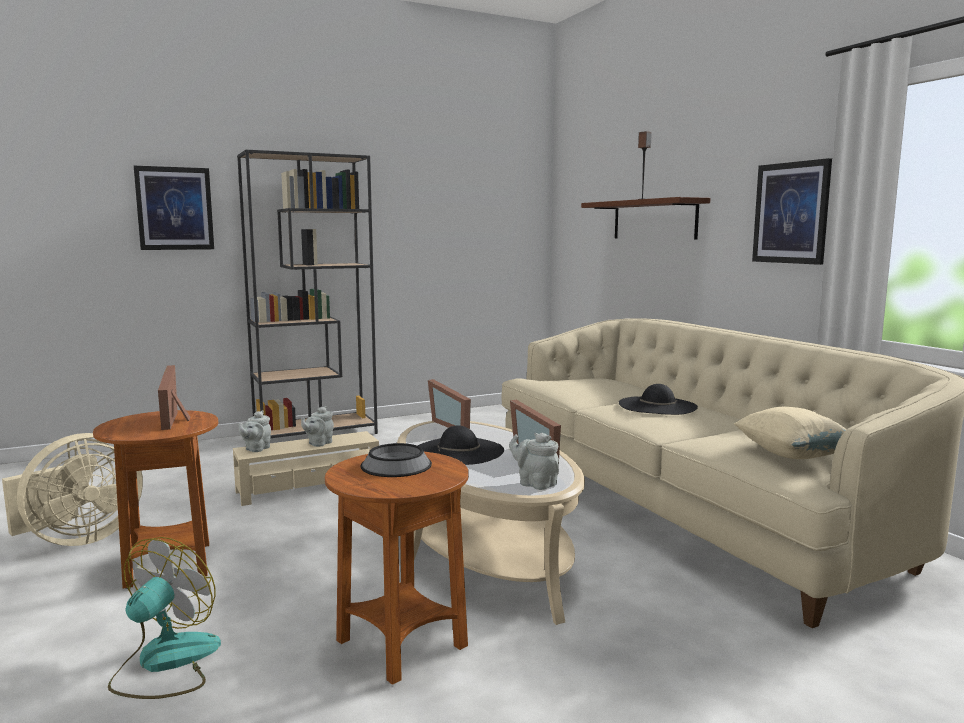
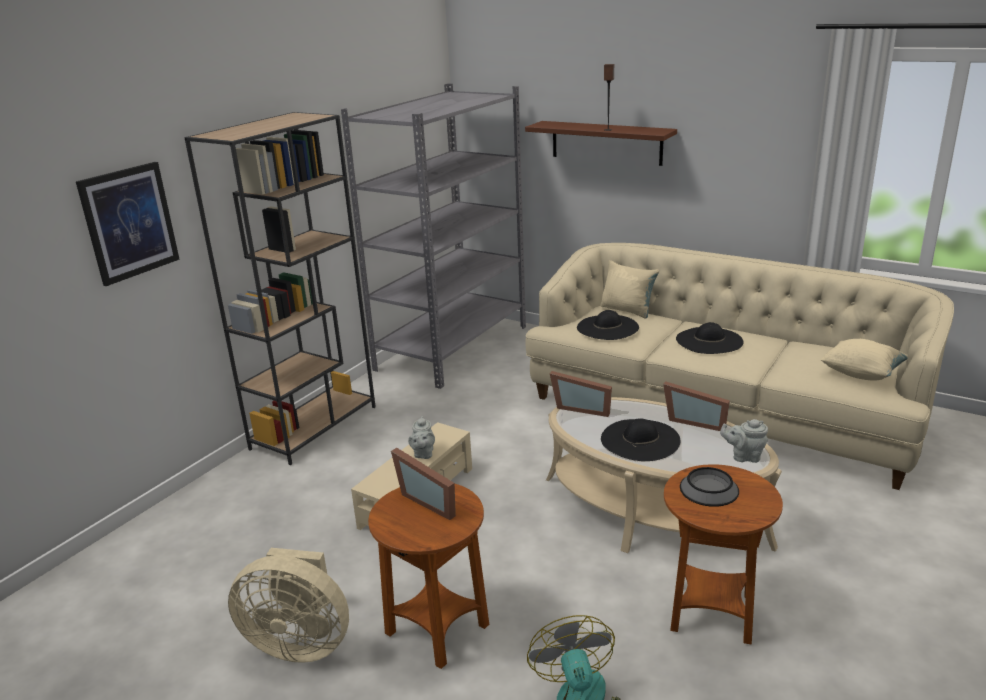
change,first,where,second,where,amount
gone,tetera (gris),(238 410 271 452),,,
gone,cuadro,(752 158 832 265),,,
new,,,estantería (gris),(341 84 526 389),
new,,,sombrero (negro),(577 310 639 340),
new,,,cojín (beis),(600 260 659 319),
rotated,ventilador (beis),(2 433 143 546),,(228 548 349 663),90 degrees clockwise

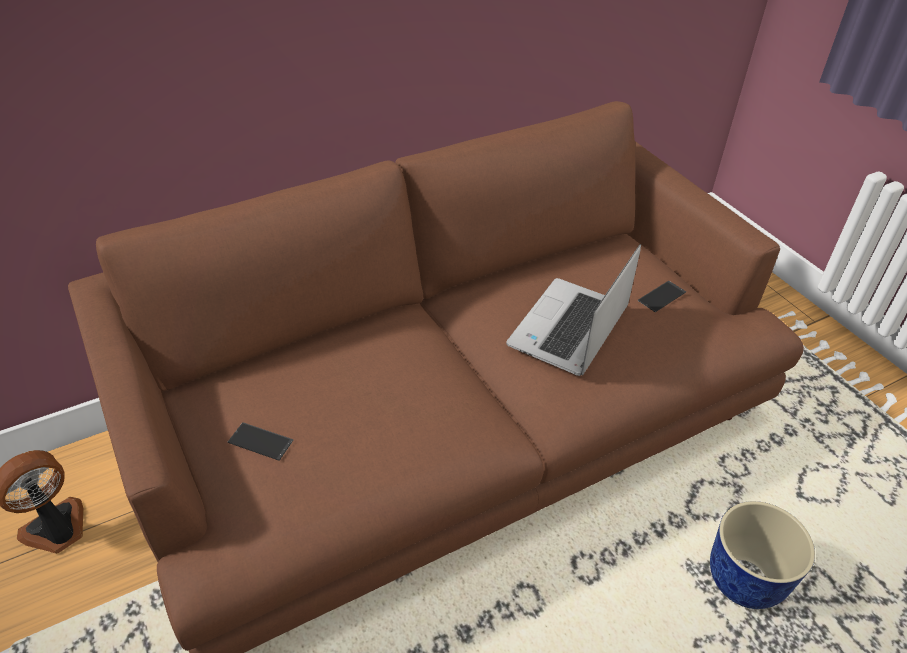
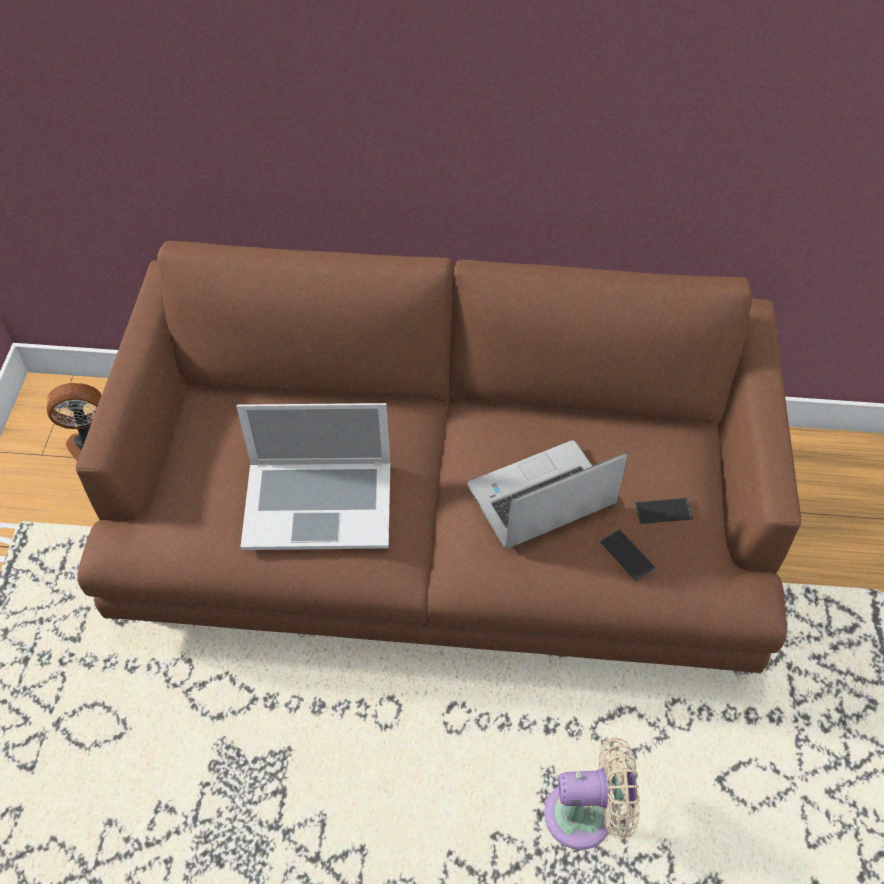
change,first,where,second,where,amount
new,,,portátil,(236 403 390 550),
shifted,móvil,(228 422 293 461),,(600 529 656 581),
swapped,maceta,(710 501 815 609),ventilador (beis),(544 737 640 850),

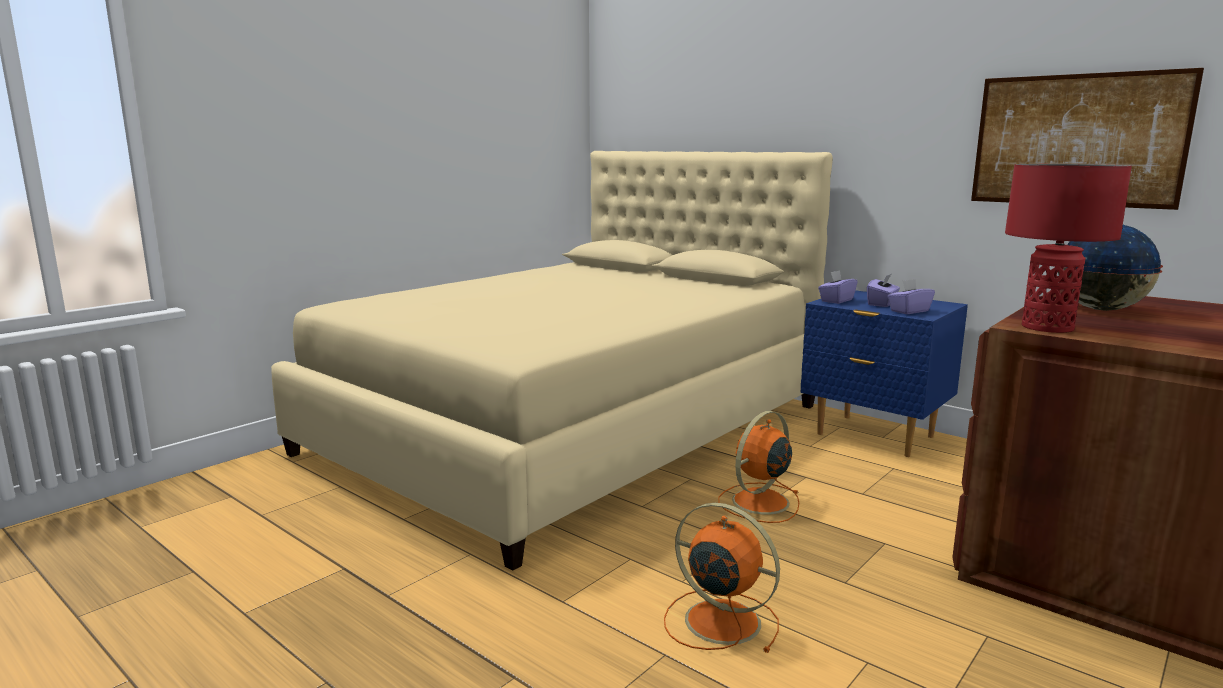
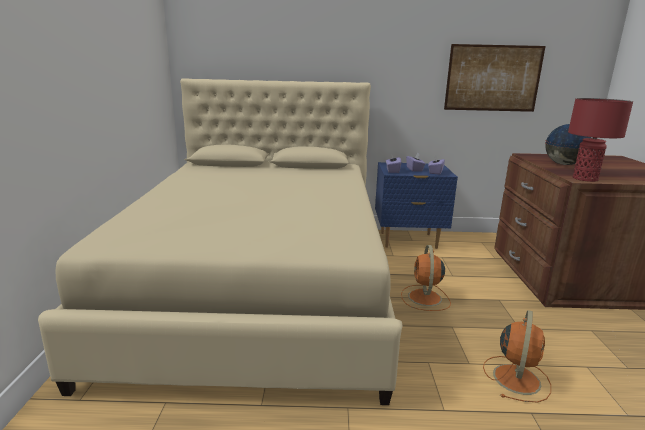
change,first,where,second,where,amount
rotated,ventilador (naranja),(664 503 780 653),,(483 310 551 403),120 degrees clockwise

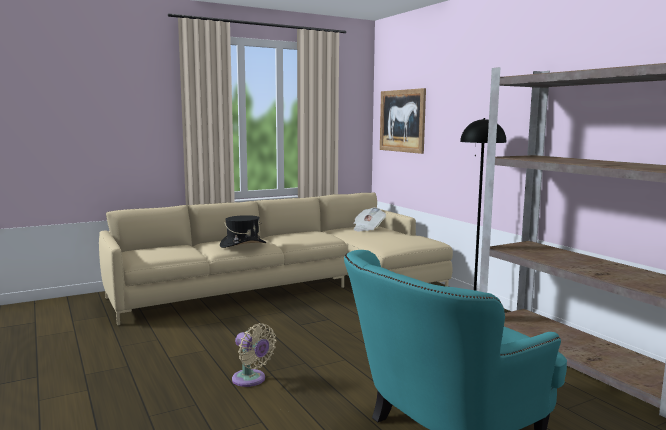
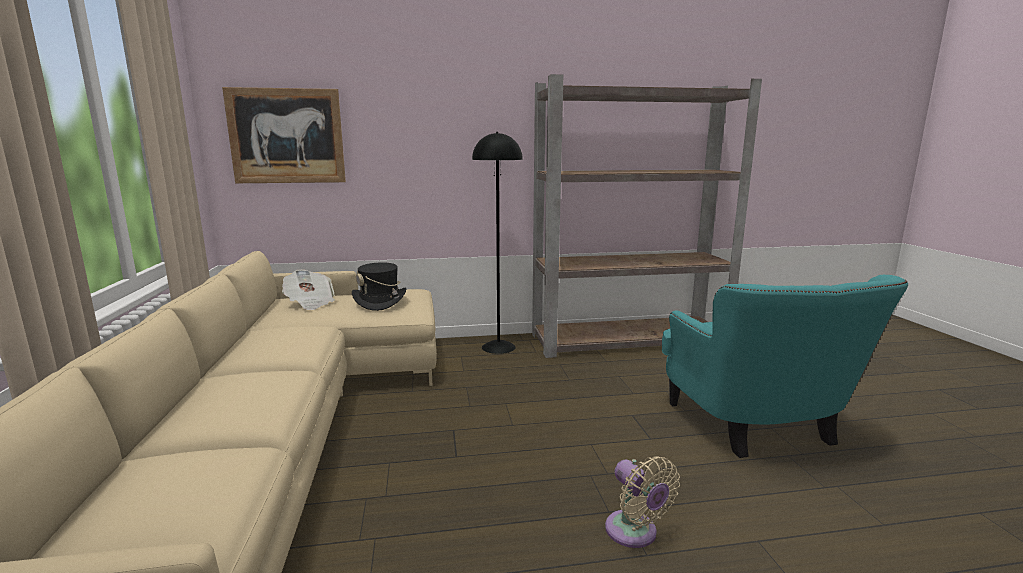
change,first,where,second,where,amount
shifted,sombrero (negro),(220 215 266 248),,(352 262 406 311),
rotated,ventilador (beis),(232 323 276 387),,(605 456 680 548),90 degrees clockwise

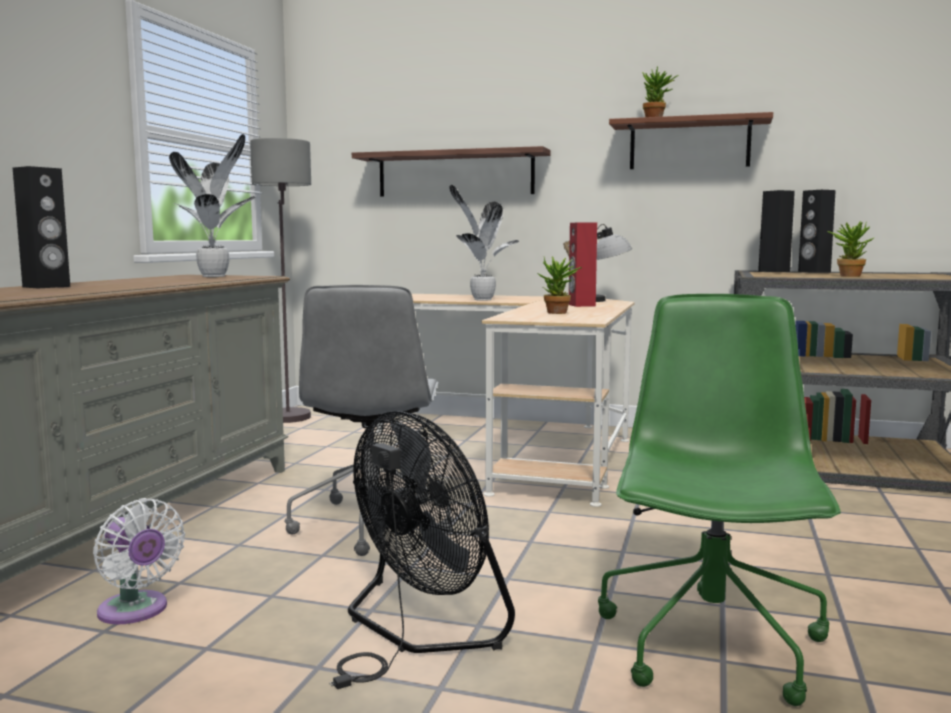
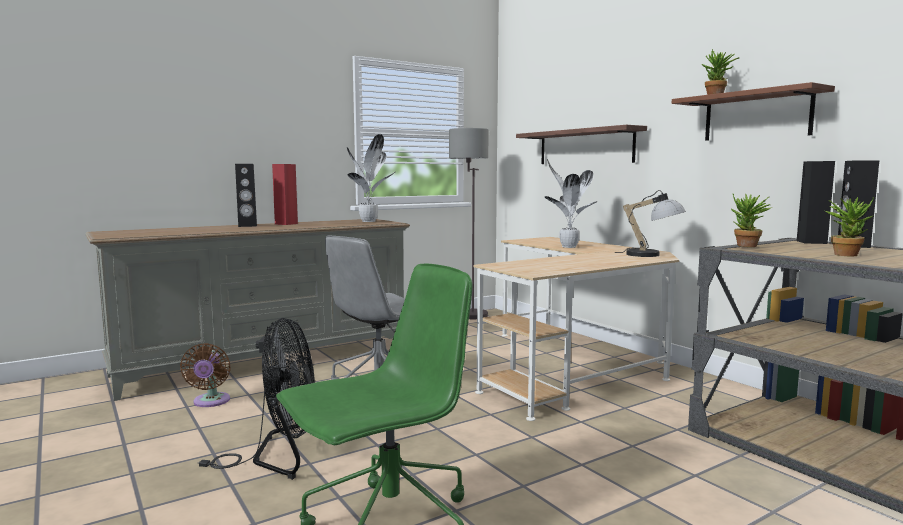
change,first,where,second,where,amount
shifted,planta en maceta,(538 257 582 314),,(730 194 773 247),
shifted,altavoz (rojo),(569 222 597 307),,(272 164 298 225),
repainted,ventilador (blanco),(93 498 185 624),ventilador (marrón),(180 343 231 407),

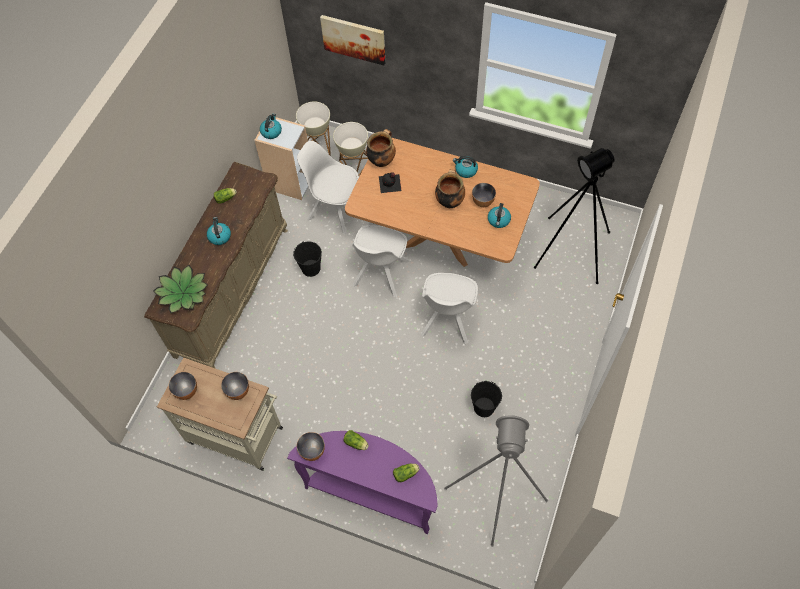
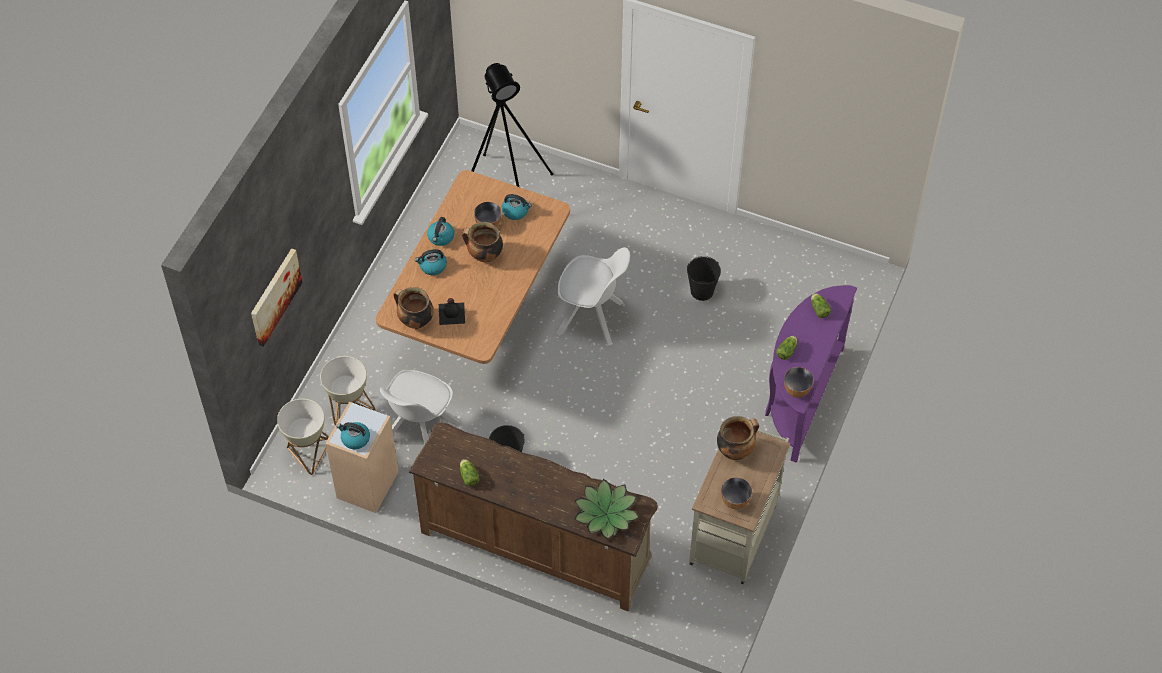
change,first,where,second,where,amount
gone,silla (blanco),(352 225 409 297),,,
gone,lámpara de pie (gris),(444 415 548 547),,,
shifted,hervidor,(207 217 231 245),,(415 249 447 275),
swapped,cuenco,(221 372 249 400),olla,(717 416 759 460),

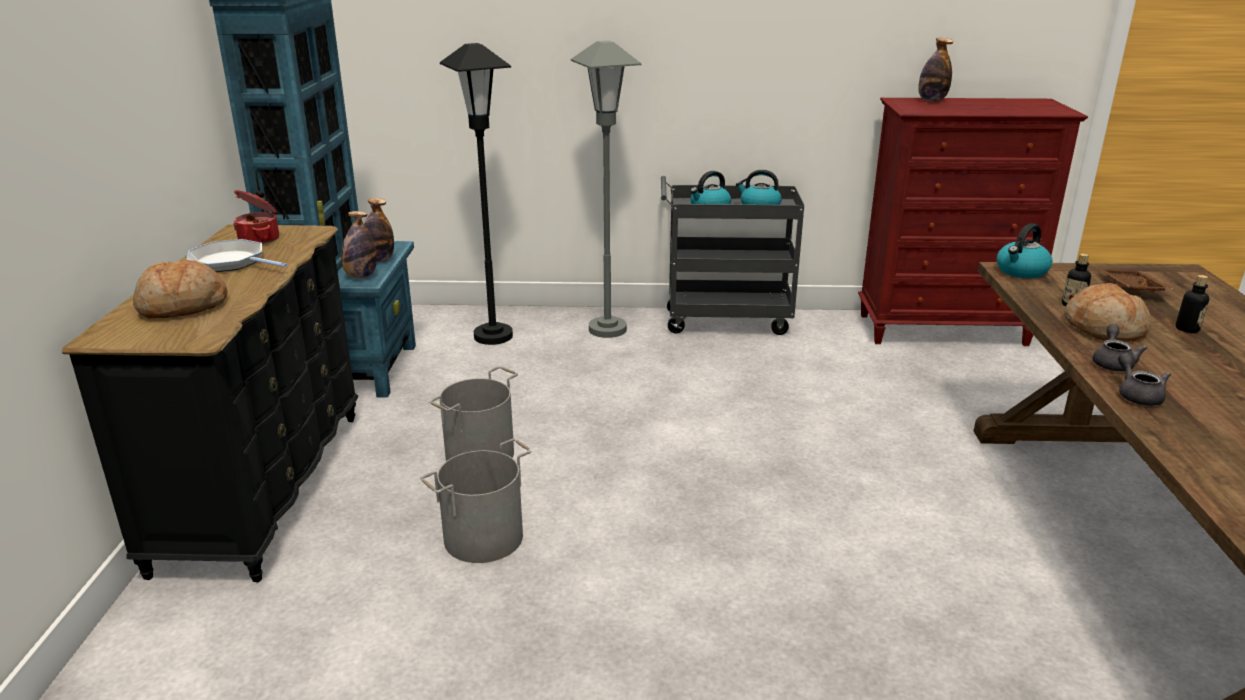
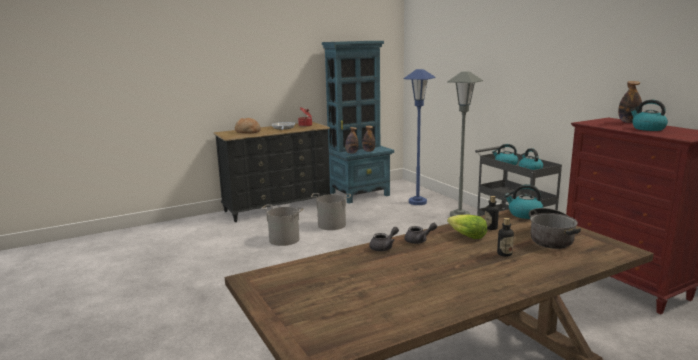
change,first,where,second,where,amount
new,,,hervidor,(630 100 668 131),
swapped,pan,(1064 283 1152 342),lechuga,(447 215 487 239),
swapped,bandeja (marrón),(1100 269 1174 292),olla,(529 208 581 249),
repainted,lámpara de pie (negro),(440 43 513 345),lámpara de pie (azul),(403 69 436 205),

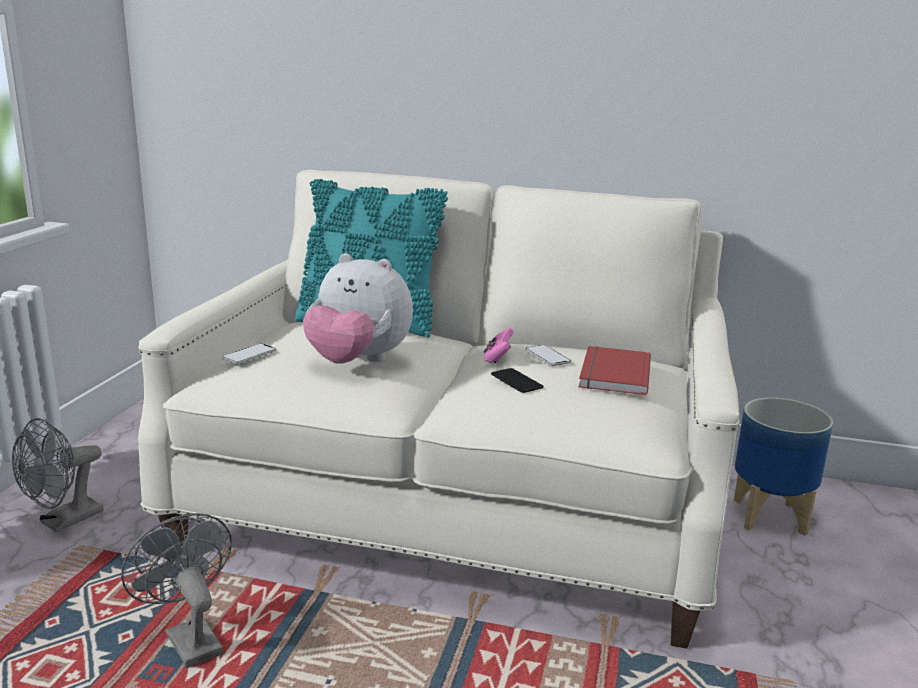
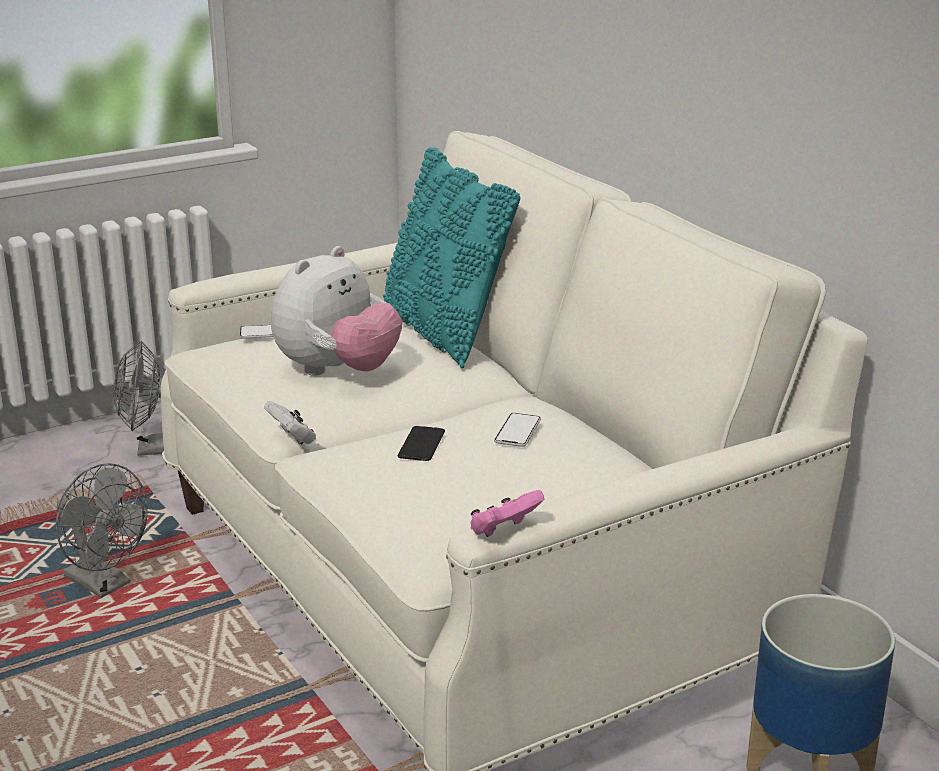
change,first,where,second,where,amount
gone,libro (rojo),(579 346 651 395),,,
new,,,mando de consola (blanco),(264 401 316 445),
shifted,mando de consola (rosa),(484 328 514 363),,(471 490 545 537),
rotated,ventilador (gris),(121 513 232 668),,(56 463 148 598),120 degrees clockwise
rotated,peluche,(303 253 413 364),,(271 246 402 376),120 degrees counterclockwise

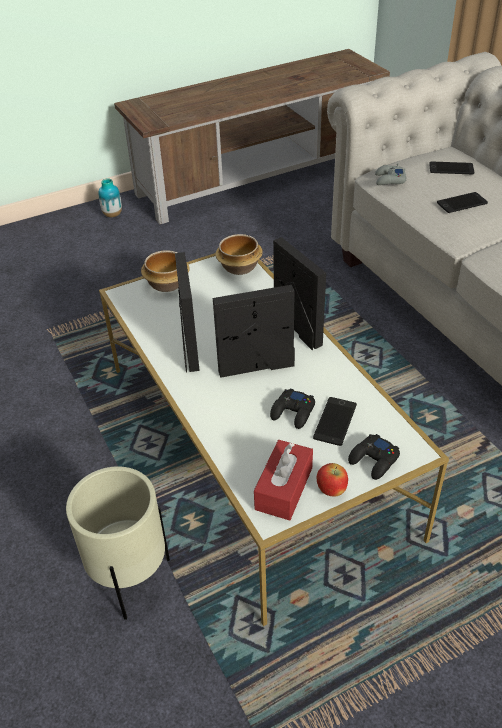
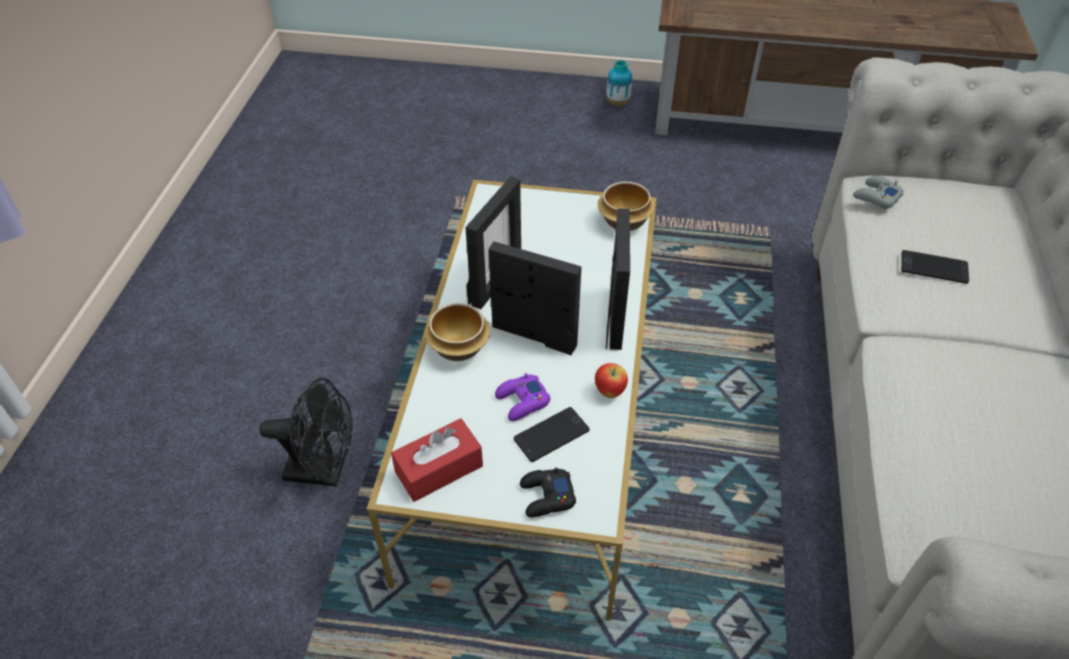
change,first,where,second,where,amount
gone,móvil,(429 162 474 175),,,
shifted,cuenco,(141 250 190 292),,(424 303 490 361),
shifted,manzana,(317 463 348 496),,(595 363 628 398),
swapped,maceta (beis),(66 466 170 620),ventilador (negro),(259 378 352 486),
repainted,mando de consola (negro),(270 388 315 429),mando de consola (morado),(495 373 550 421),

